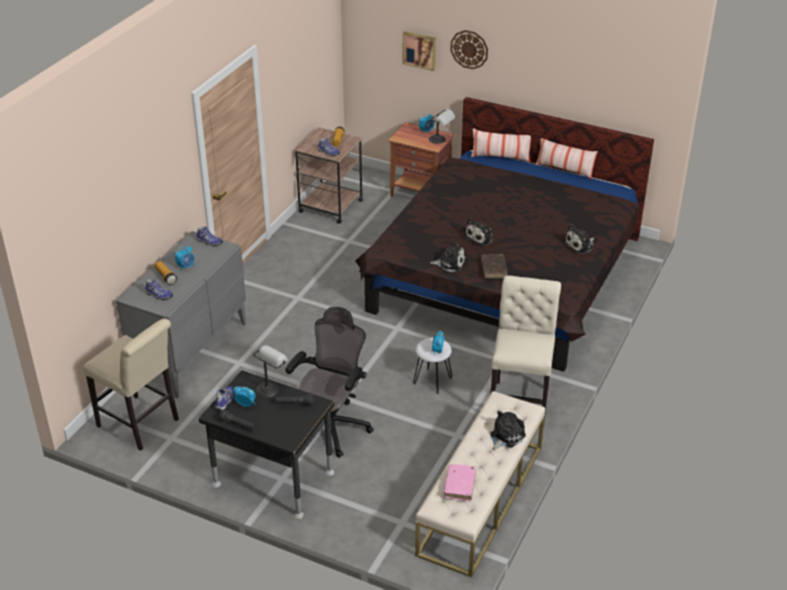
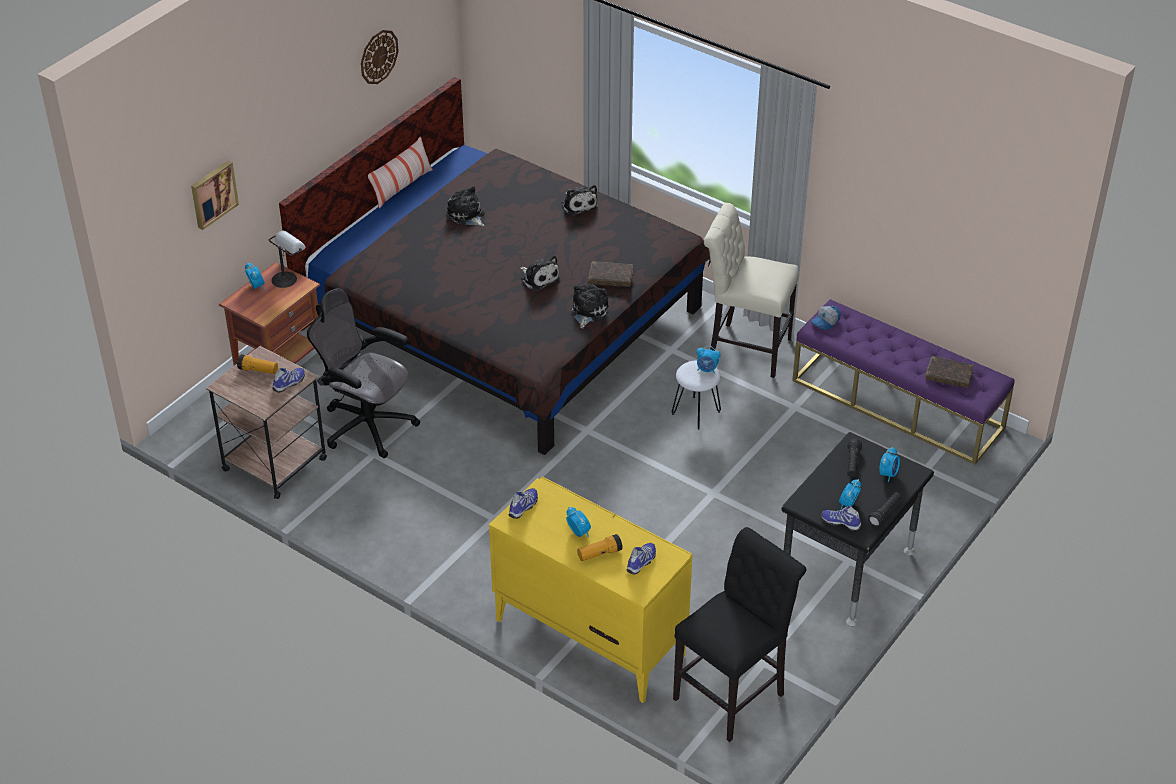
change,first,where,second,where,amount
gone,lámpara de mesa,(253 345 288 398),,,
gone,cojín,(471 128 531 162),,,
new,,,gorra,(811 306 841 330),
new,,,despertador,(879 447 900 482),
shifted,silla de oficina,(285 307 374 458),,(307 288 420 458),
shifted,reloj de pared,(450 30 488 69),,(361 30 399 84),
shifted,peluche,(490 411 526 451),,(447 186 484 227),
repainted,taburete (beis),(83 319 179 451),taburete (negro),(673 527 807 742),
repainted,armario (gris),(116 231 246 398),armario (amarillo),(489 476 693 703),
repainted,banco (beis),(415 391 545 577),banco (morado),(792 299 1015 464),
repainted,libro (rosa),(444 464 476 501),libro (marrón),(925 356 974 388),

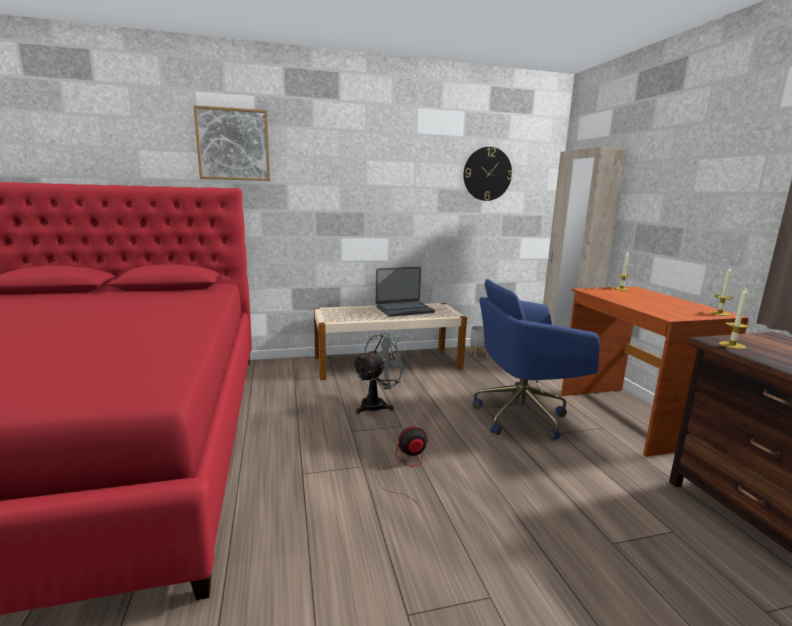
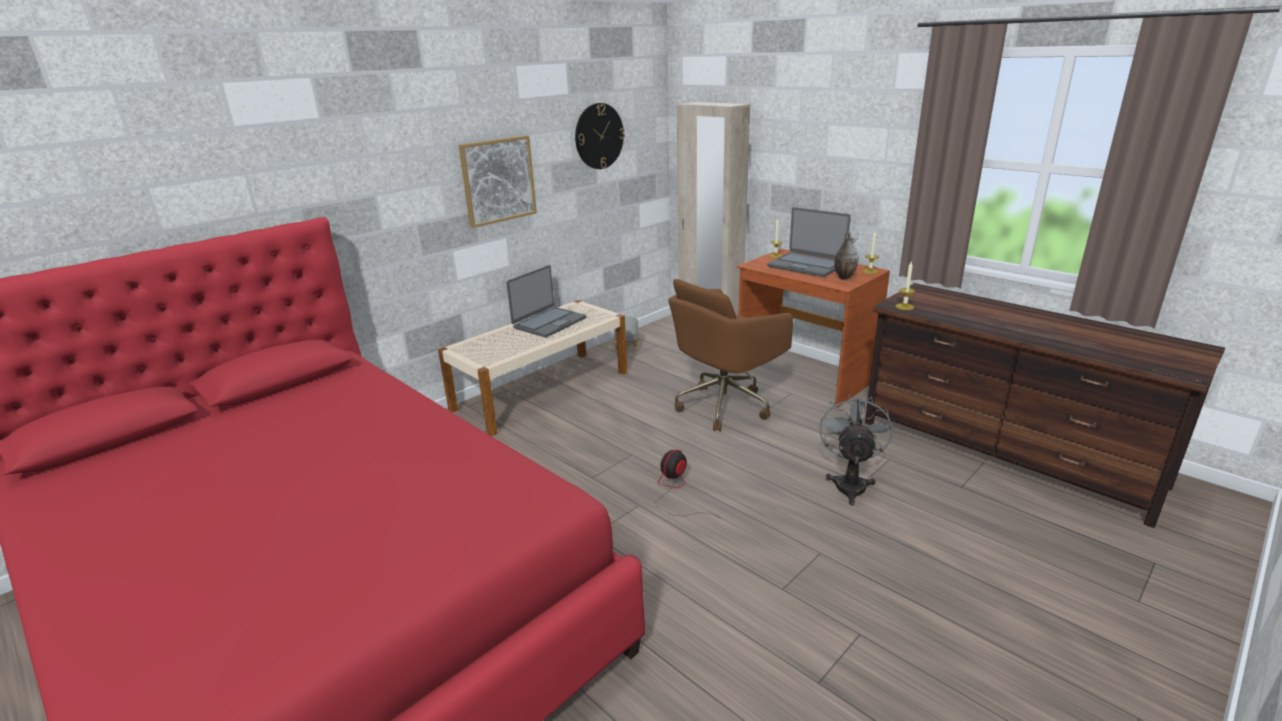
change,first,where,second,where,amount
new,,,portátil,(767 207 851 277),
new,,,florero,(834 231 859 280),
shifted,cuadro,(194 105 270 181),,(459 135 537 228),
shifted,ventilador (gris),(352 333 410 414),,(820 393 893 505),
repainted,silla de oficina (azul),(472 279 600 441),silla de oficina (marrón),(668 279 793 431),

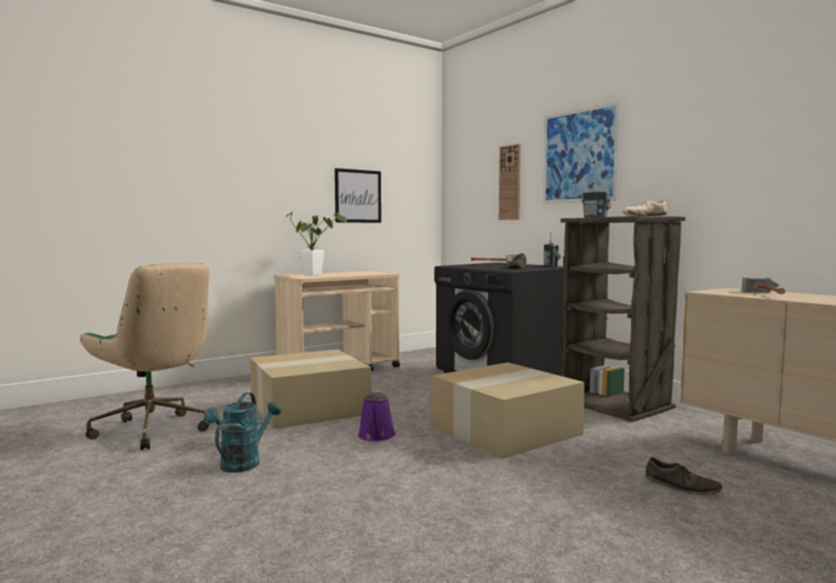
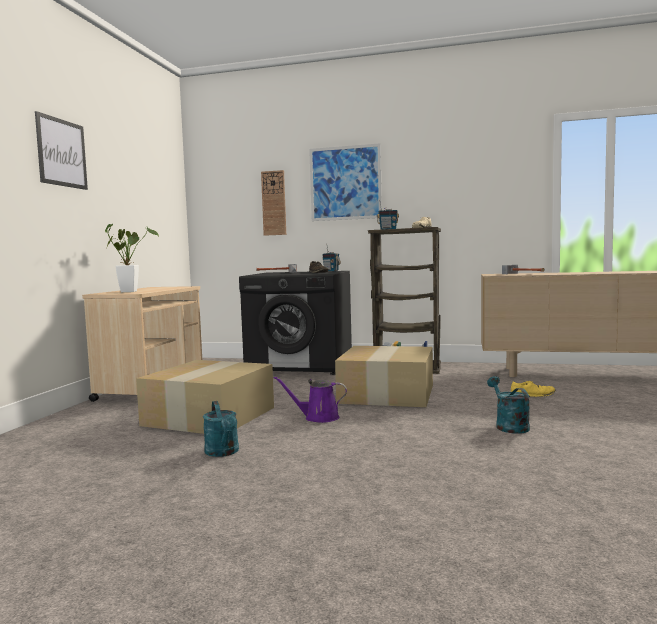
change,first,where,second,where,amount
gone,silla de oficina (verde),(80 263 209 450),,,
shifted,regadera (turquesa),(215 403 281 473),,(487 376 530 434),
shifted,cuadro,(335 168 381 223),,(35 111 88 190),
repainted,zapato (marrón),(646 457 723 495),zapato (amarillo),(511 381 556 397),
rotated,regadera (morado),(358 391 396 441),,(273 376 347 423),135 degrees clockwise

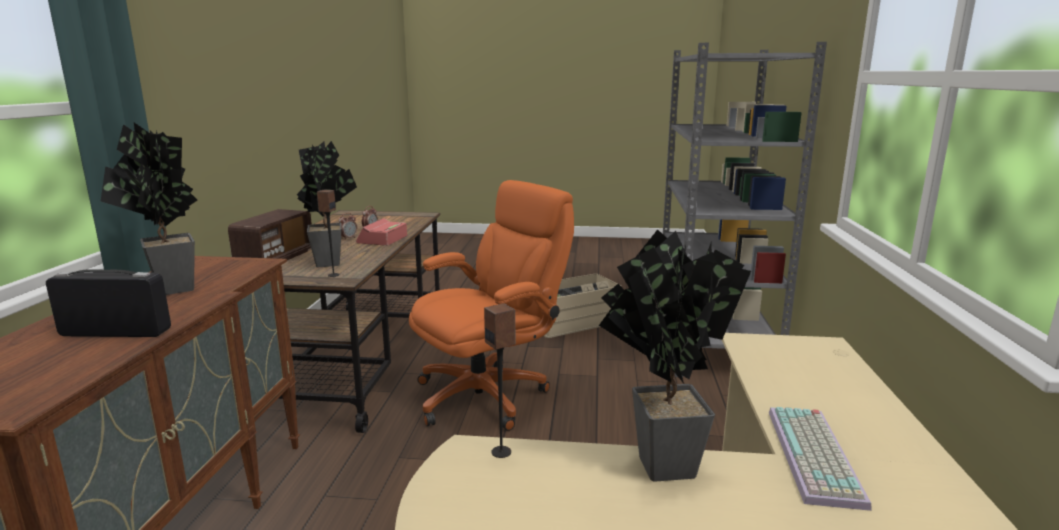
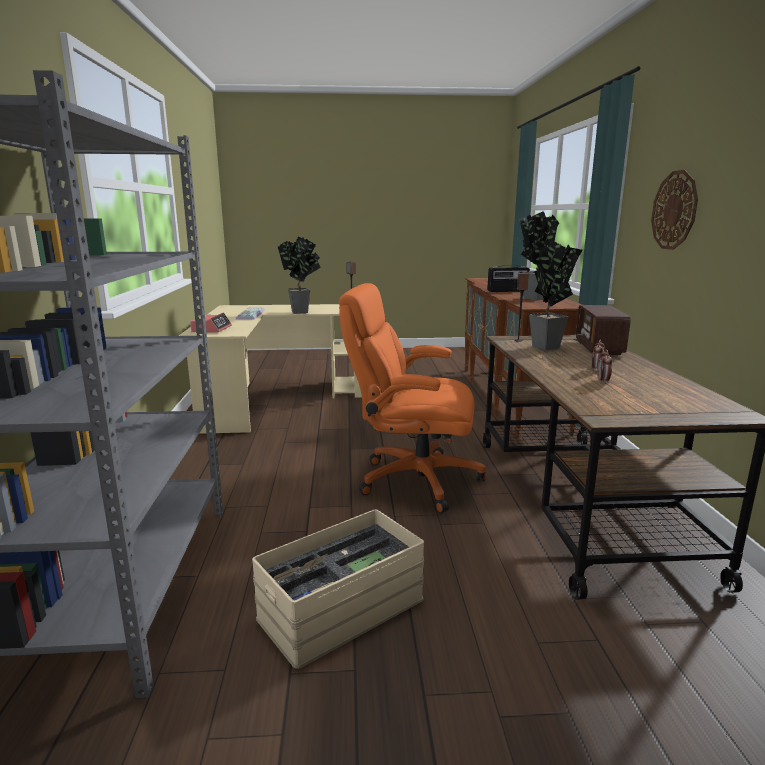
change,first,where,second,where,amount
new,,,reloj de pared,(651 170 698 250),
shifted,despertador,(356 218 407 246),,(190 313 232 333),
rotated,silla de oficina (naranja),(409 180 574 431),,(339 283 486 513),60 degrees clockwise

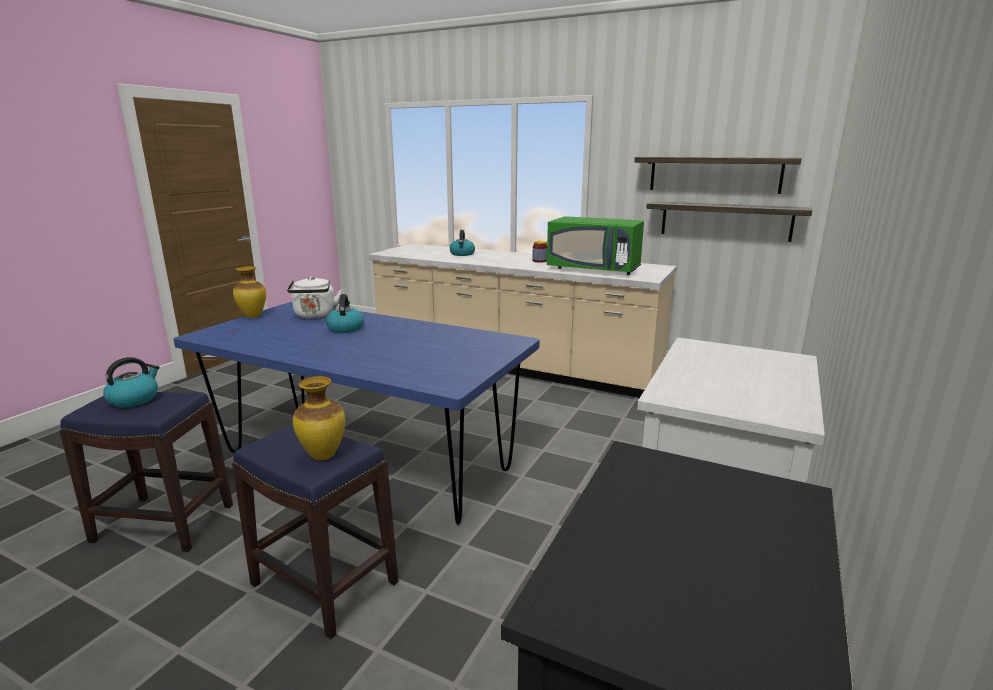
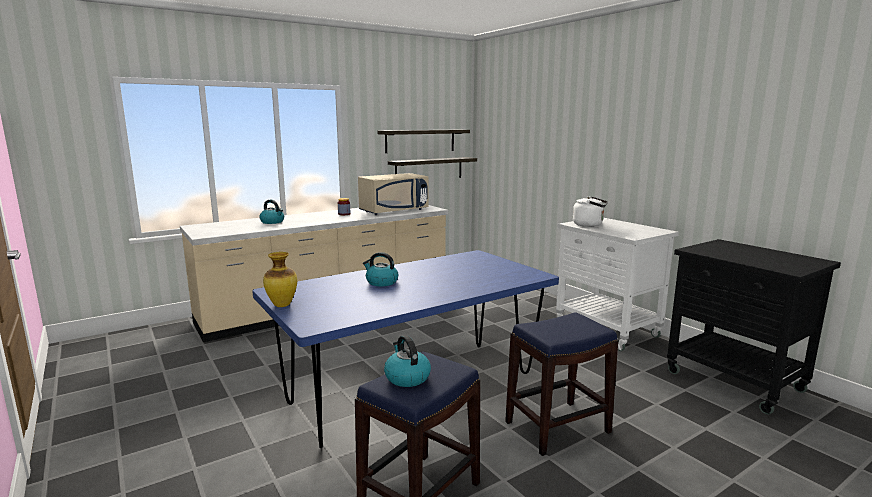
change,first,where,second,where,amount
gone,florero,(293 376 345 460),,,
shifted,hervidor (blanco),(287 276 343 318),,(573 197 608 227),
repainted,microondas (verde),(547 216 644 275),microondas (beis),(358 173 429 215),

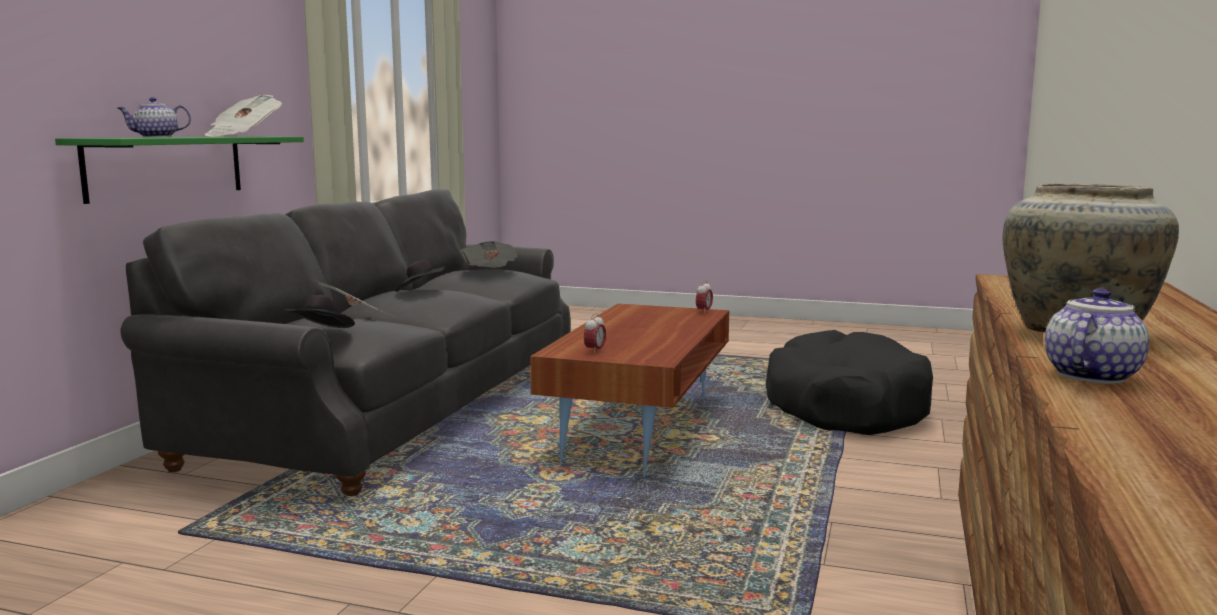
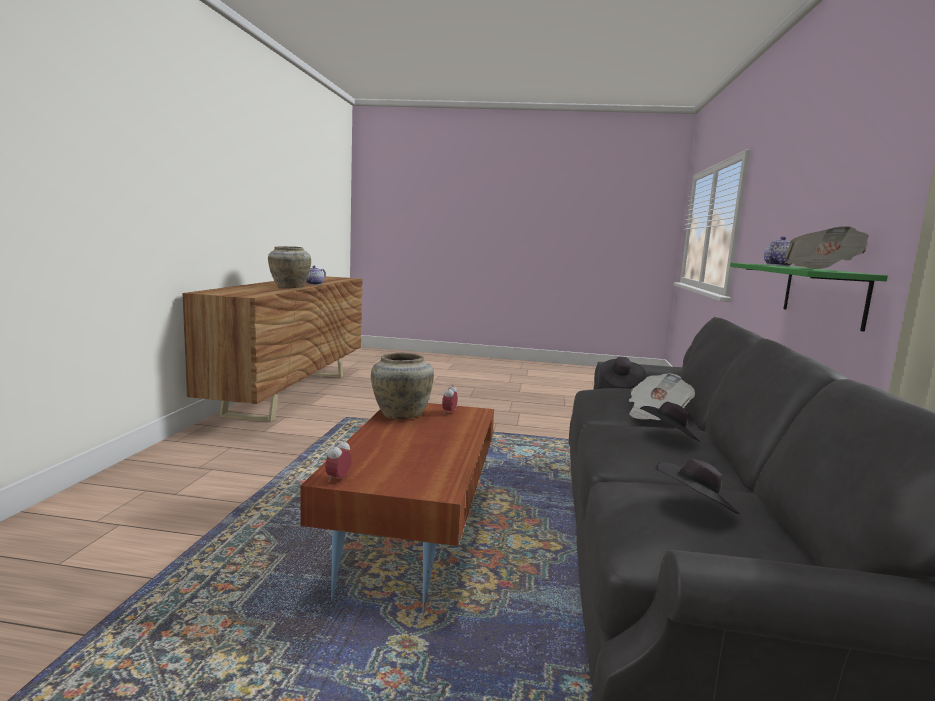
change,first,where,second,where,amount
gone,cama para perro (negro),(766 330 933 435),,,
new,,,florero (beis),(371 353 434 419),
swapped,periódico,(460 241 519 267),sombrero (negro),(656 459 740 514),

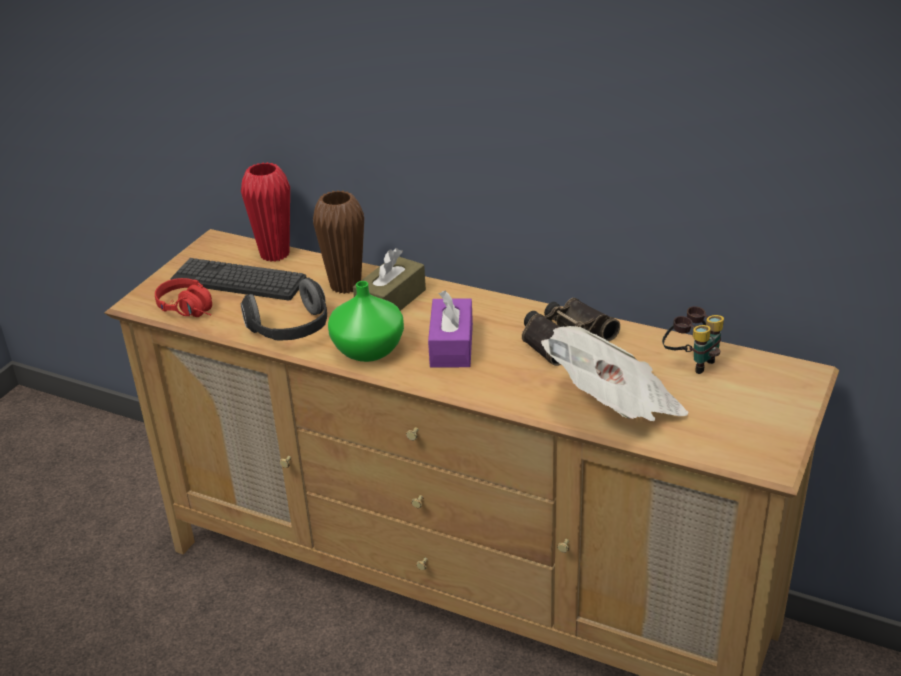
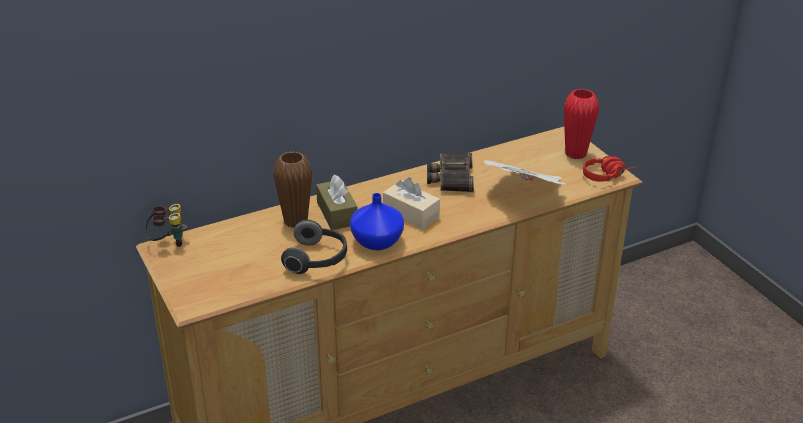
change,first,where,second,where,amount
gone,teclado,(171 258 306 300),,,
shifted,auriculares (rojo),(155 278 212 317),,(583 156 635 181),
shifted,florero (rojo),(241 162 290 262),,(564 89 599 160),
shifted,prismáticos,(662 306 724 374),,(145 204 188 247),
repainted,florero (verde),(328 281 404 362),florero (azul),(350 193 404 250),
repainted,caja de pañuelos (morado),(428 291 473 368),caja de pañuelos (beis),(383 177 440 229),

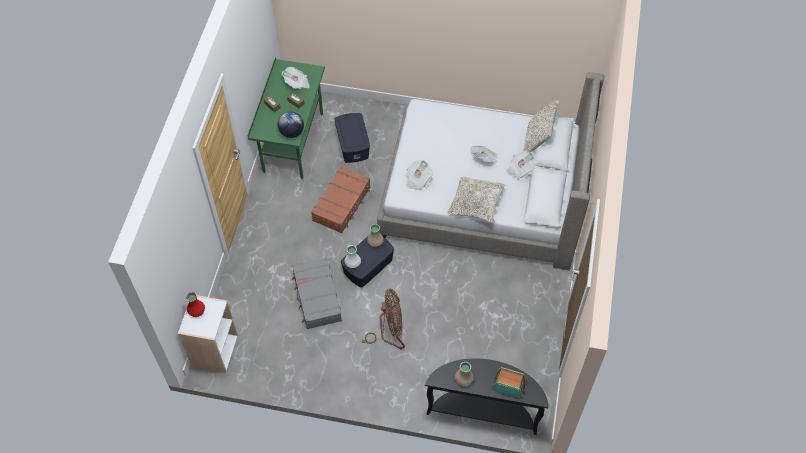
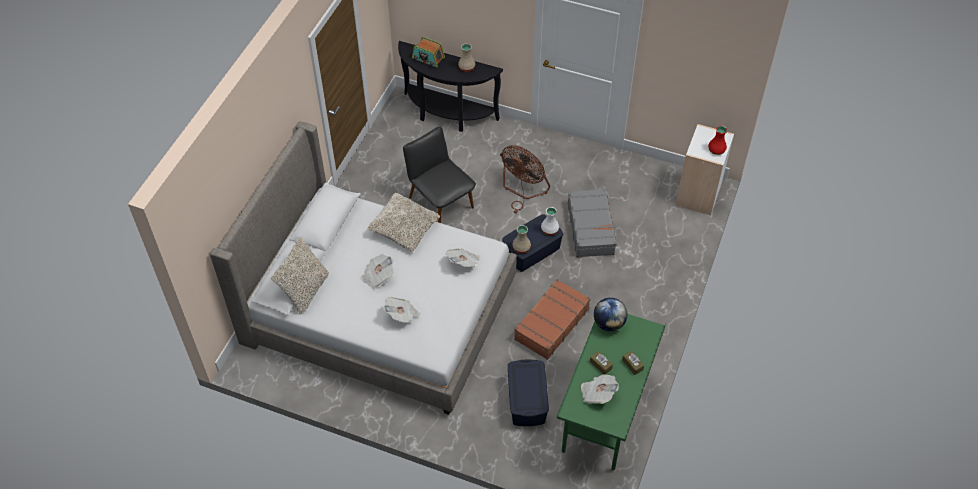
change,first,where,second,where,amount
new,,,silla (negro),(403 127 476 223),
shifted,periódico,(506 151 536 180),,(383 297 420 323),
rotated,ventilador (marrón),(361 289 405 350),,(500 145 550 213),120 degrees clockwise

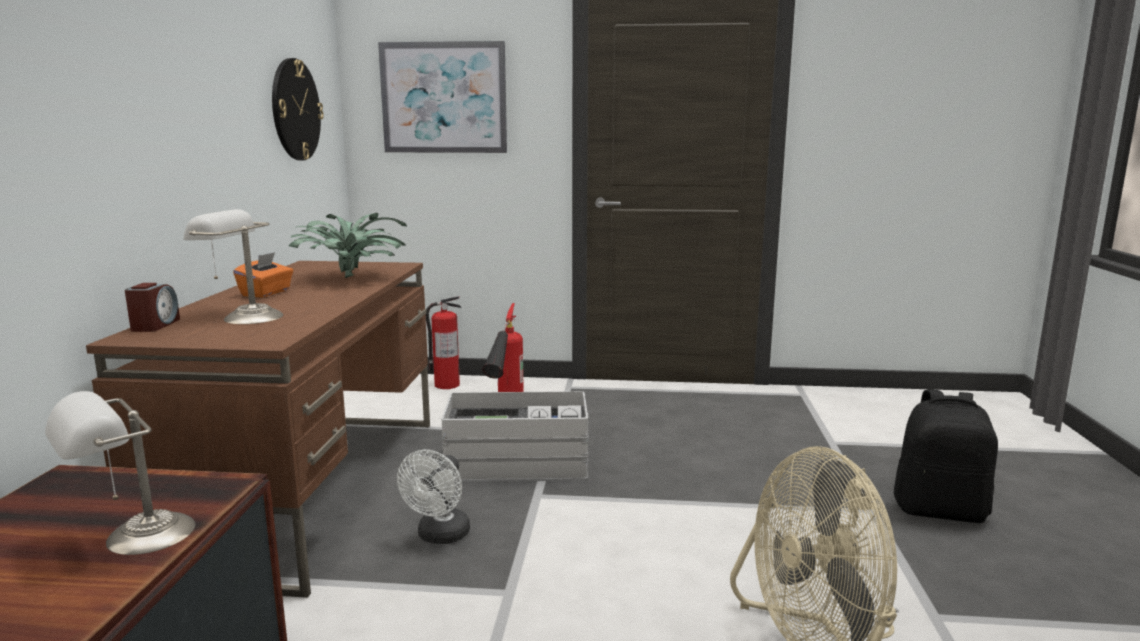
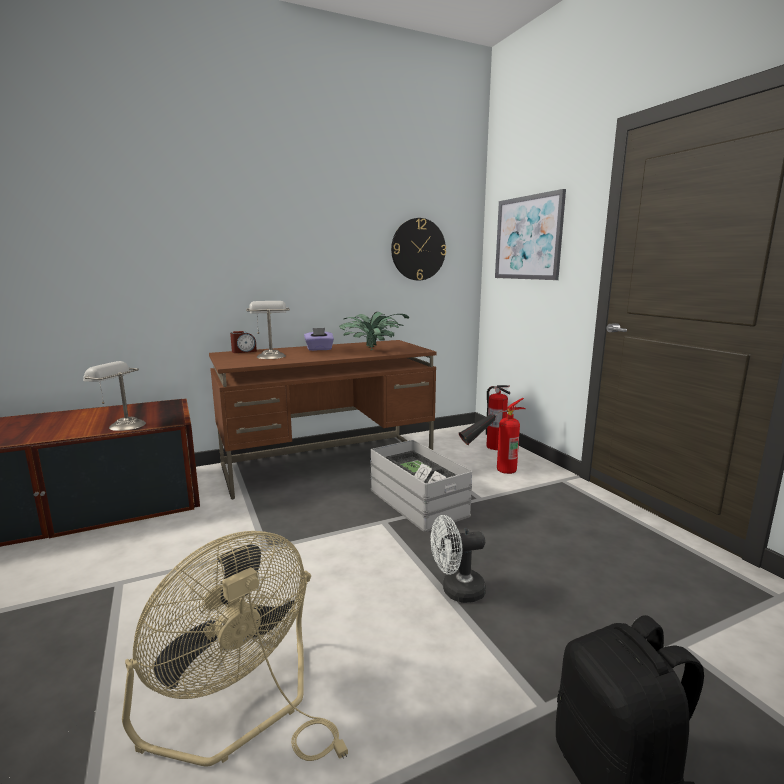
change,first,where,second,where,amount
shifted,ventilador (blanco),(397 450 470 544),,(430 515 486 603),
repainted,caja de pañuelos (naranja),(233 252 293 297),caja de pañuelos (morado),(304 328 334 351),

